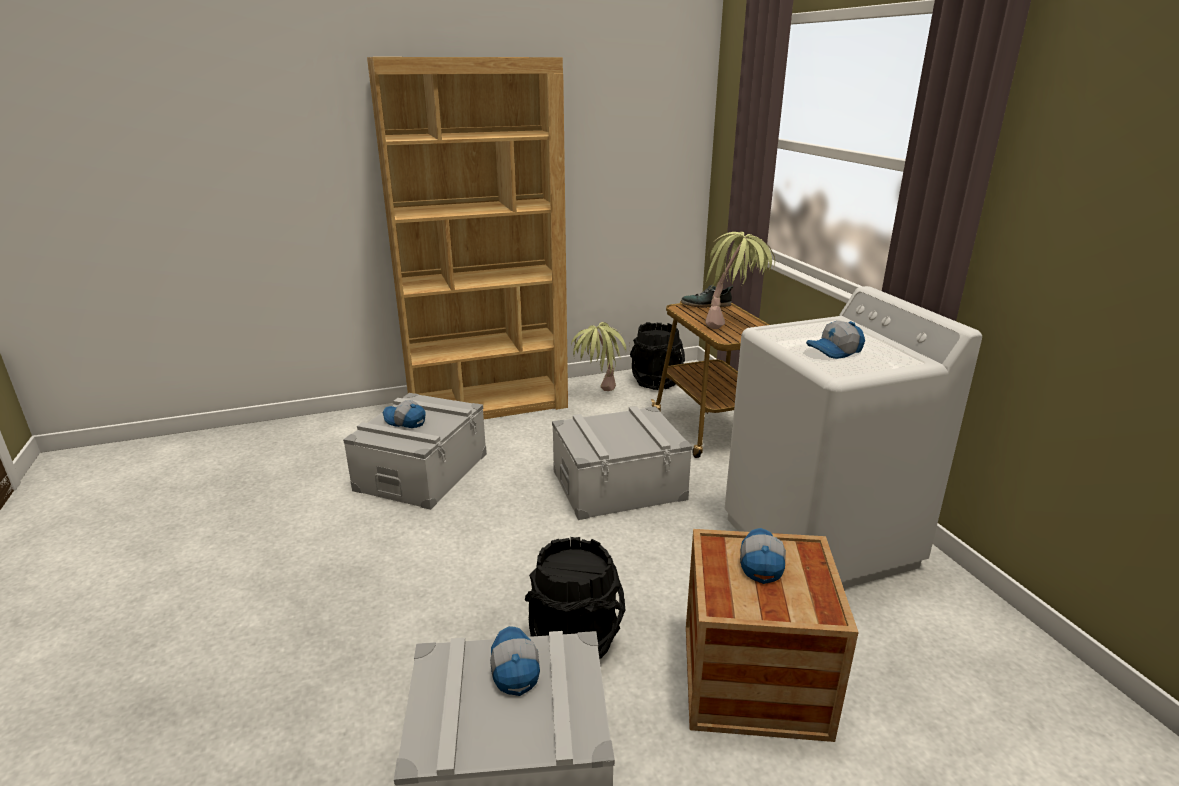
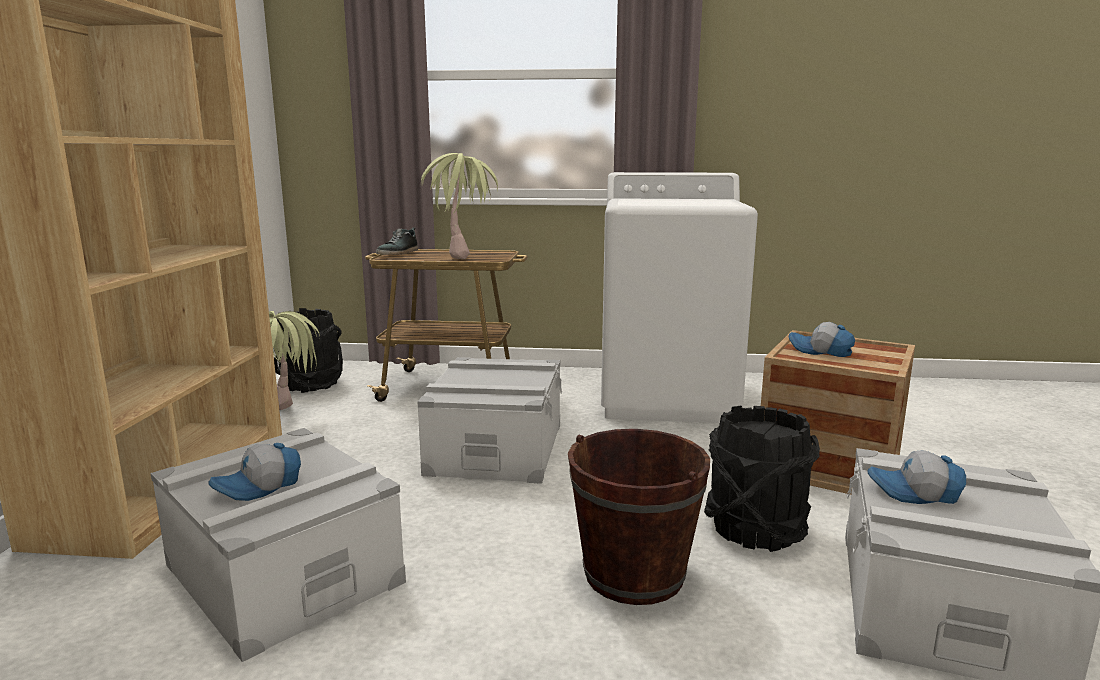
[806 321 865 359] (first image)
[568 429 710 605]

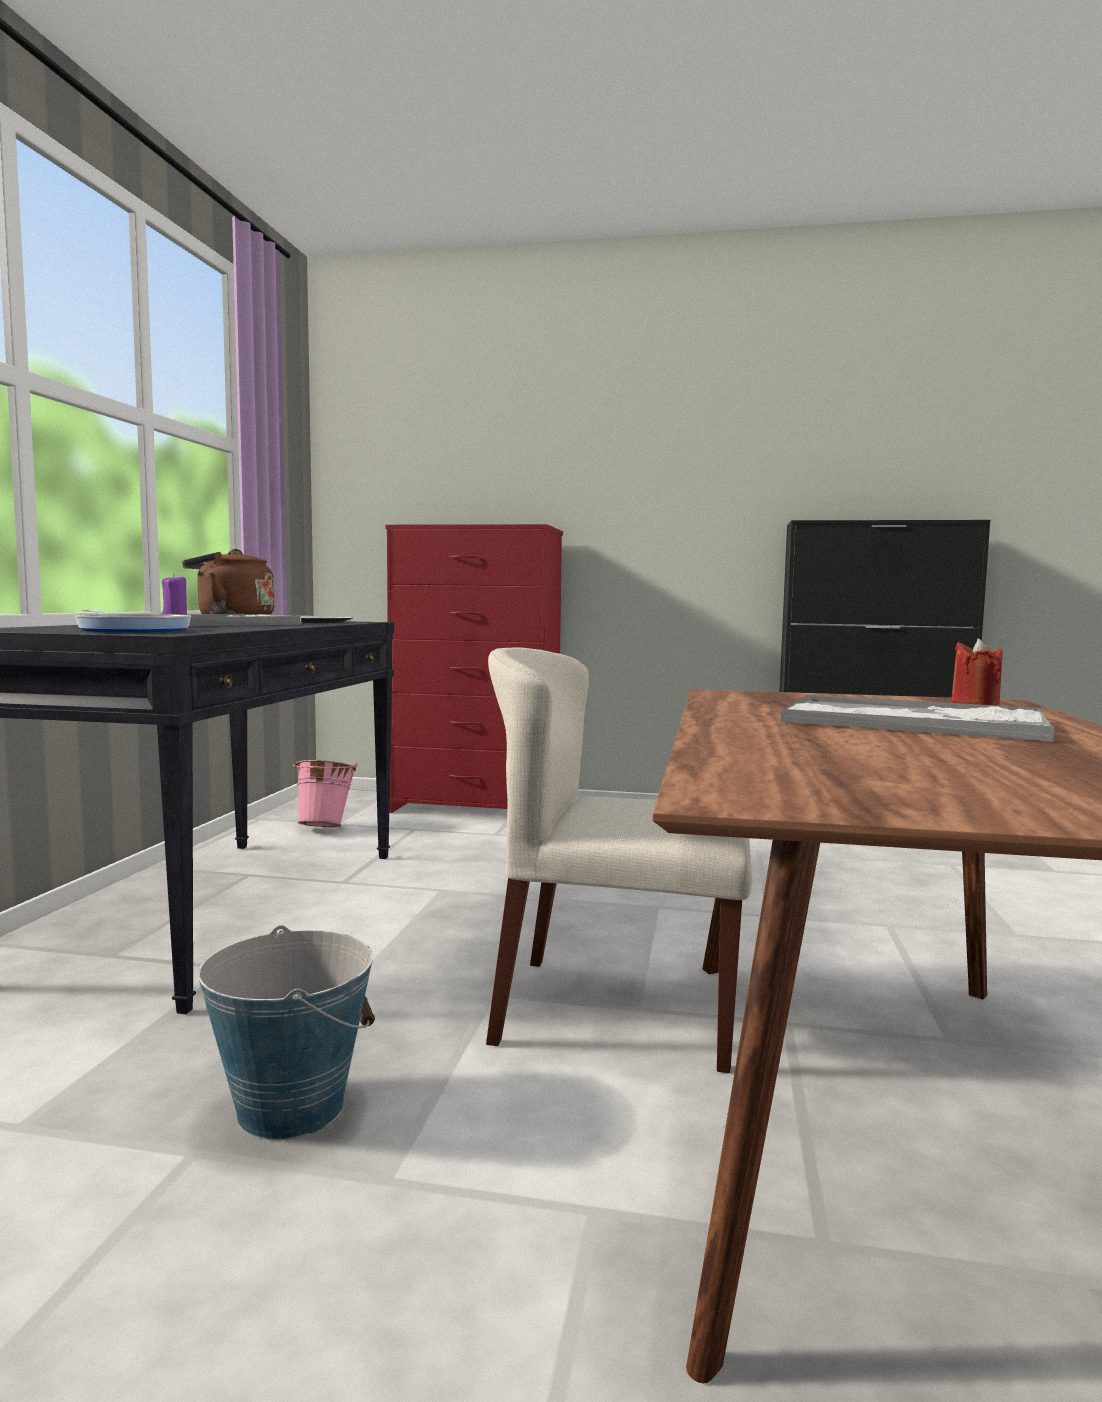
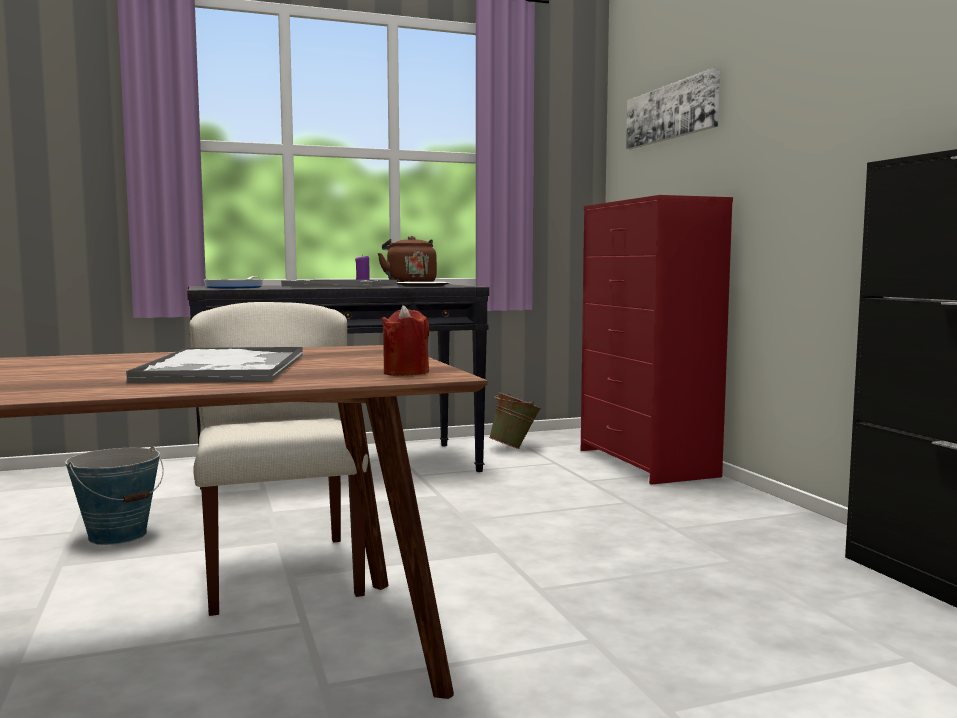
[626 68 720 149]
[489 392 542 449]

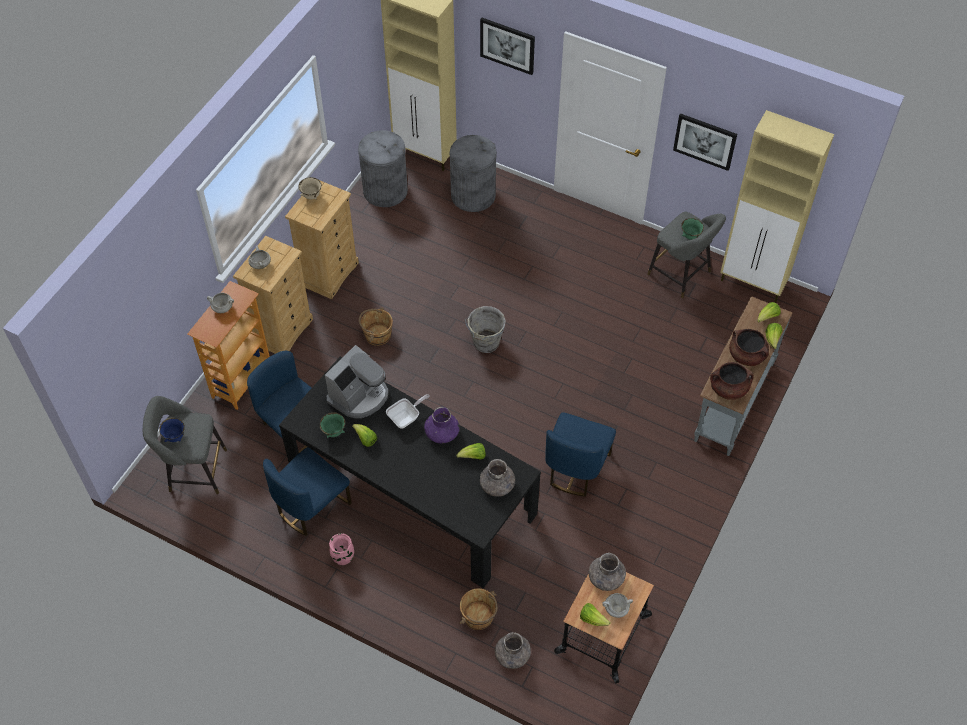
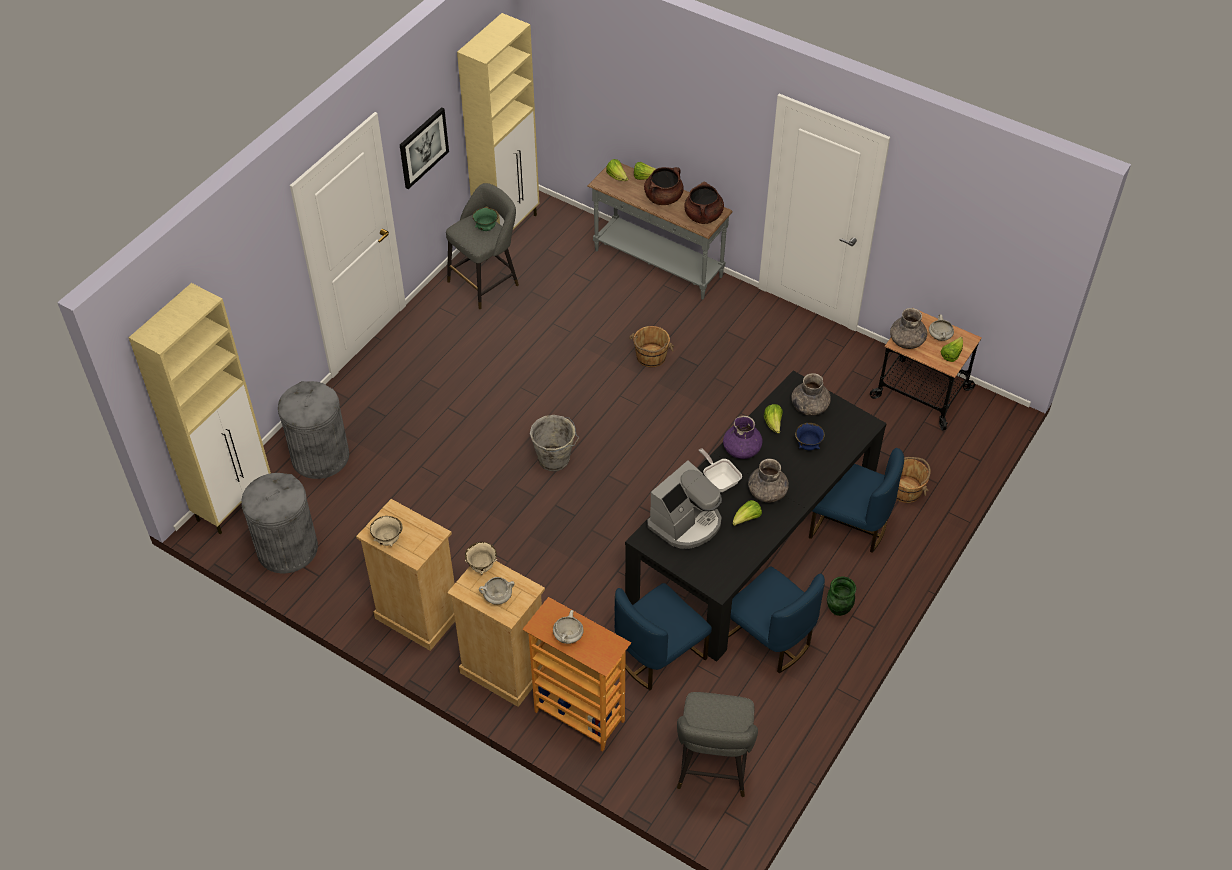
[320 412 345 438] (first image)
[480 18 535 75] (first image)
[465 542 497 575]
[795 423 825 450]
[629 326 674 367]
[748 459 789 503]
[809 448 904 553]
[827 576 856 616]
[647 460 722 549]

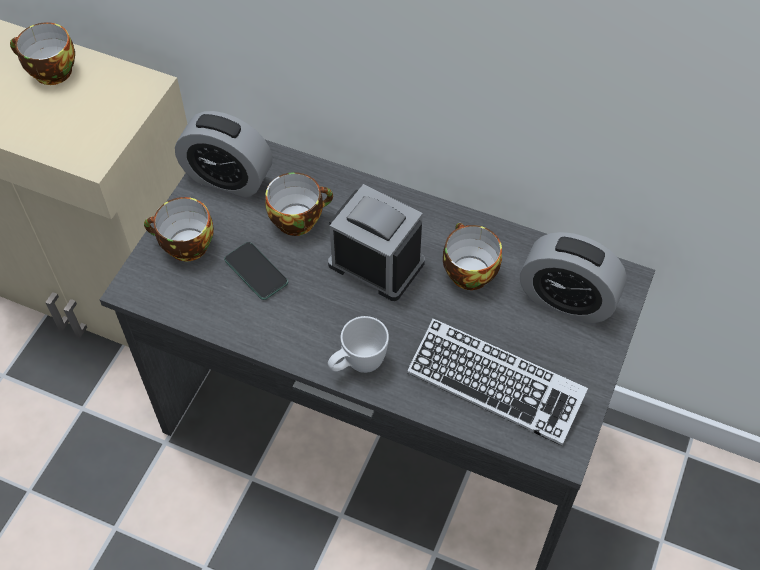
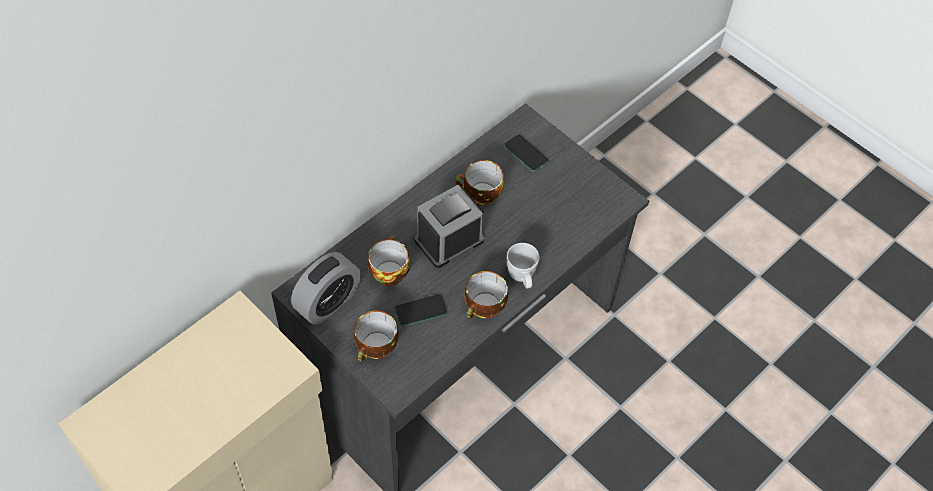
[407 318 588 446] (first image)
[465 271 508 318]
[503 134 549 172]

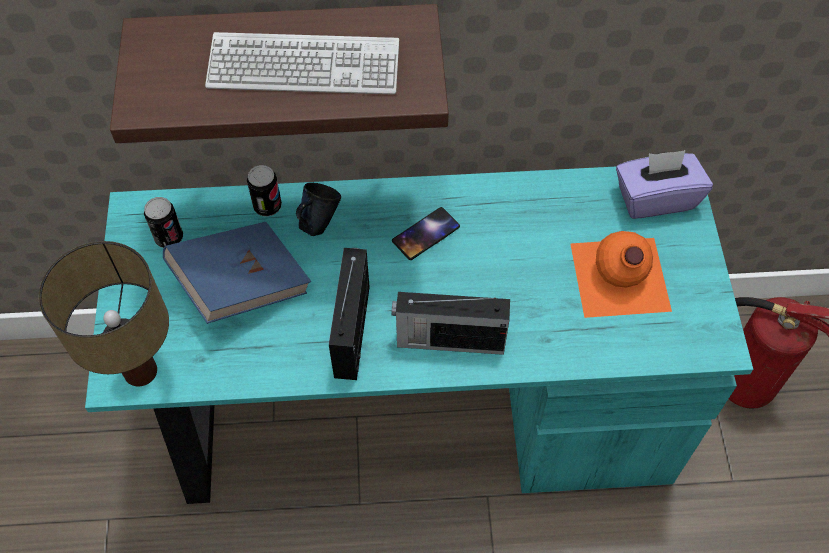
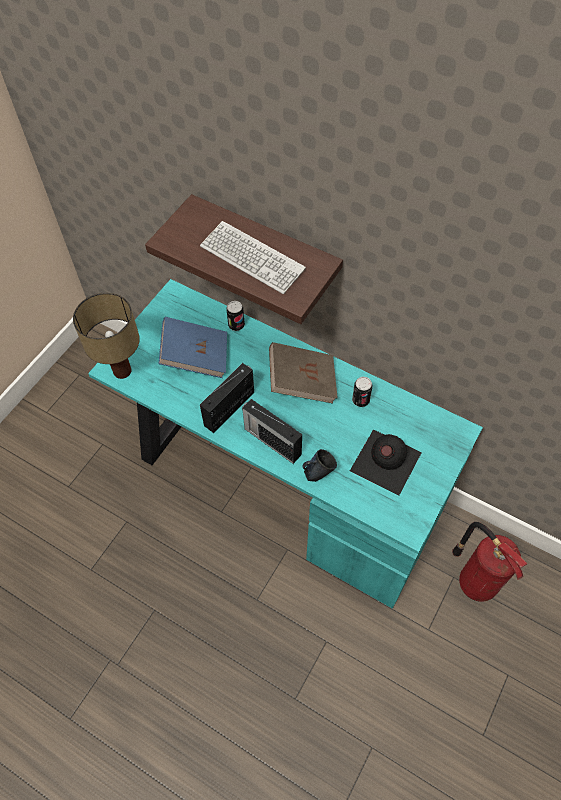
[616 150 713 219] (first image)
[352 377 373 407]
[302 449 337 482]
[269 342 338 404]
[350 429 422 495]

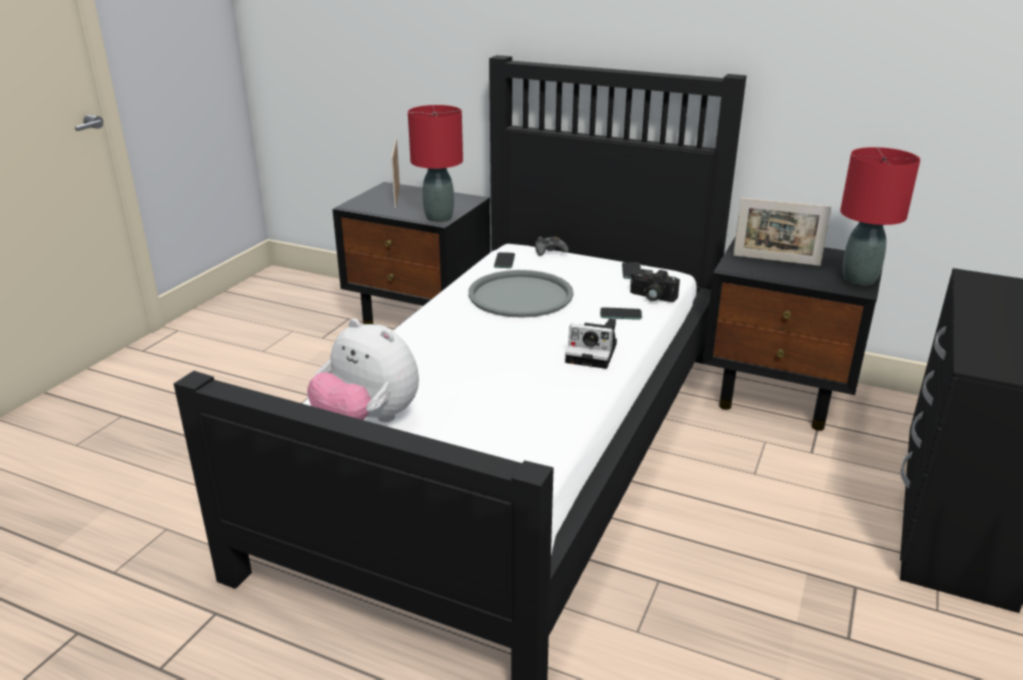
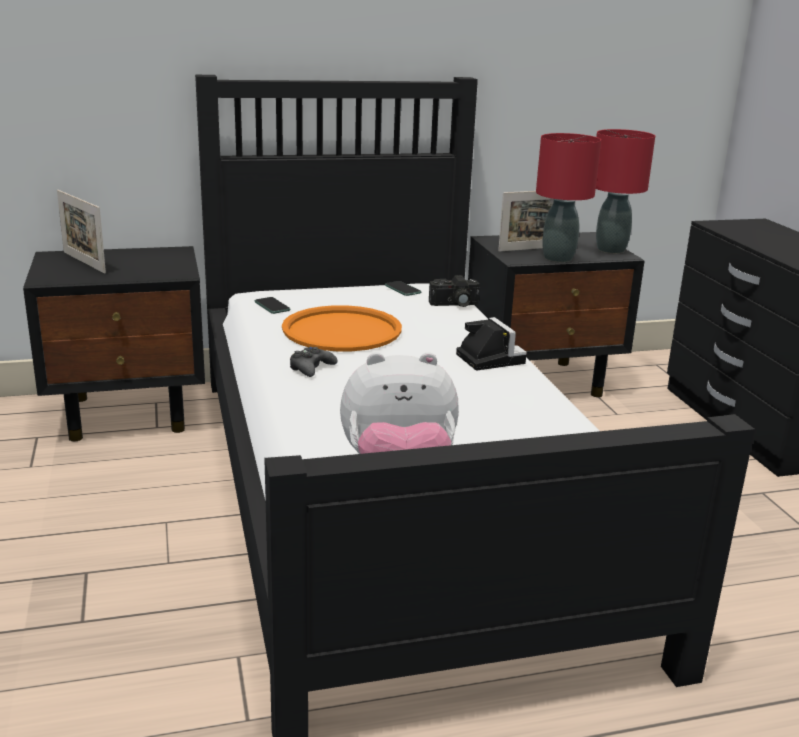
[600 307 642 320] (first image)
[536 133 601 262]
[290 347 337 377]
[282 305 402 351]
[456 317 527 371]

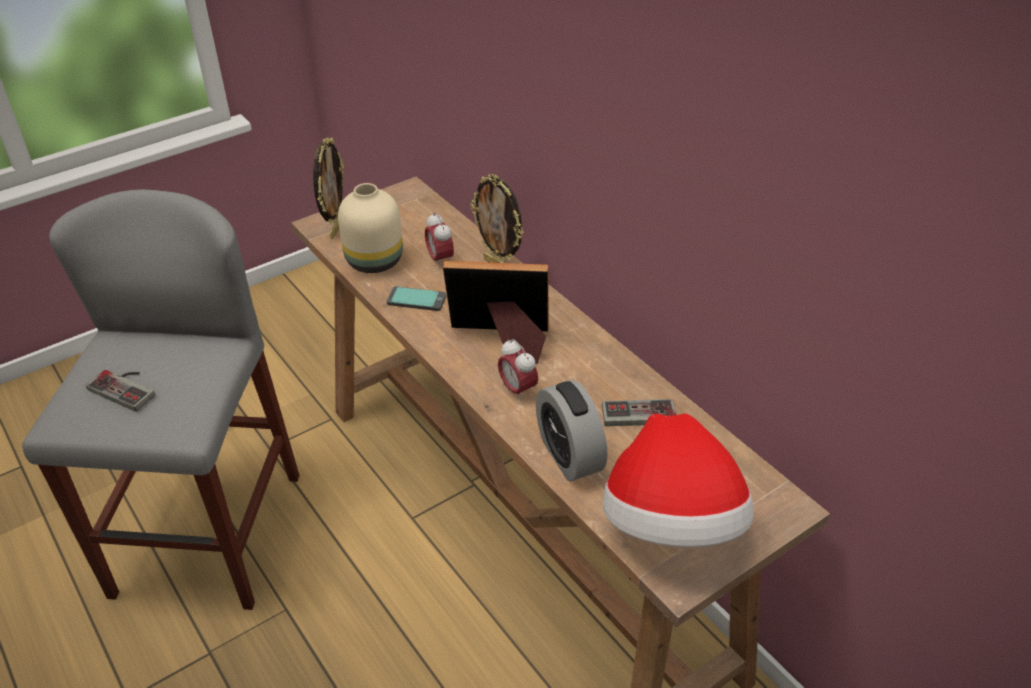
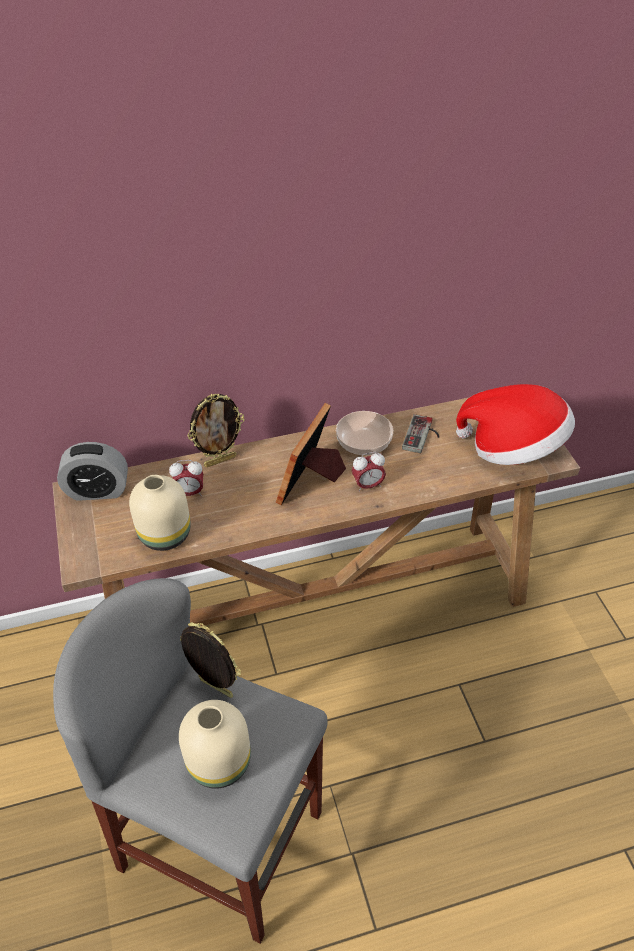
[387 286 446 311] (first image)
[336 411 393 455]
[180 622 241 698]
[57 442 128 501]
[179 700 251 789]

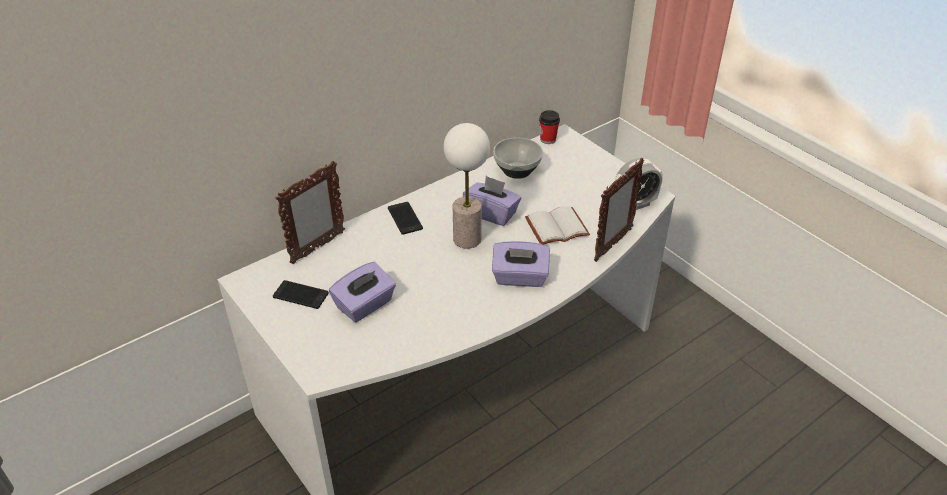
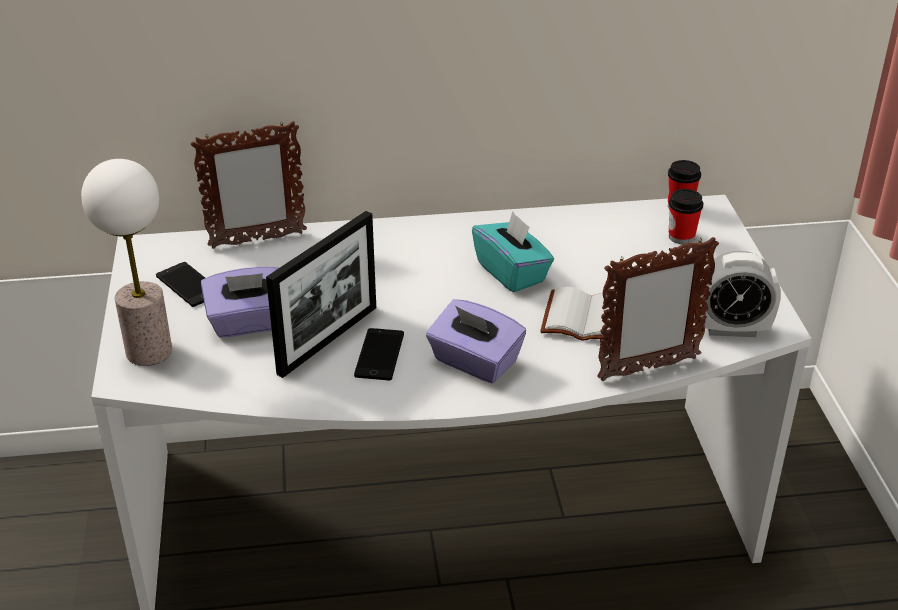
[493 137 543 179] (first image)
[266 211 376 378]
[669 189 703 244]
[354 328 404 380]
[81 159 172 366]
[472 211 554 292]

